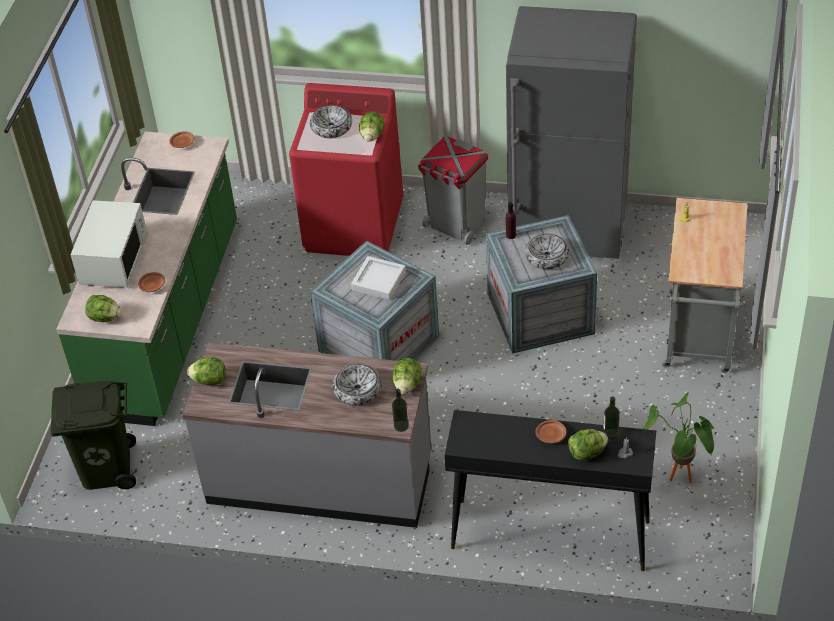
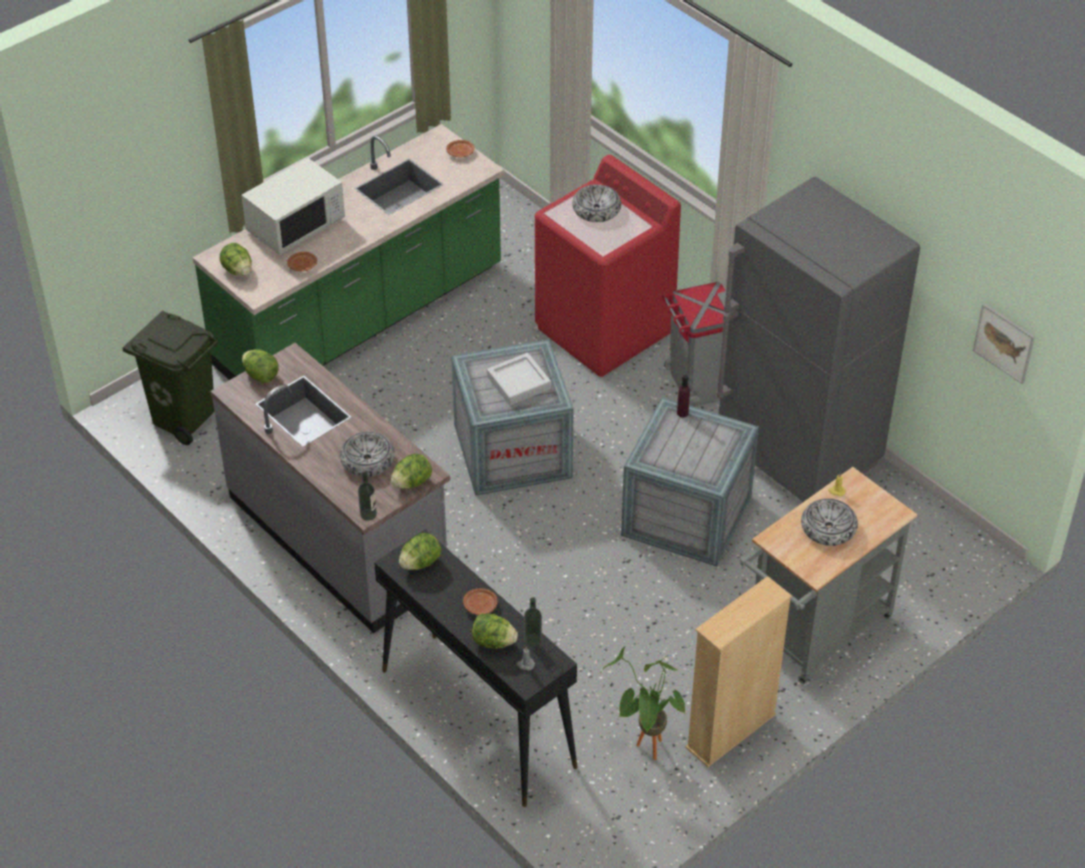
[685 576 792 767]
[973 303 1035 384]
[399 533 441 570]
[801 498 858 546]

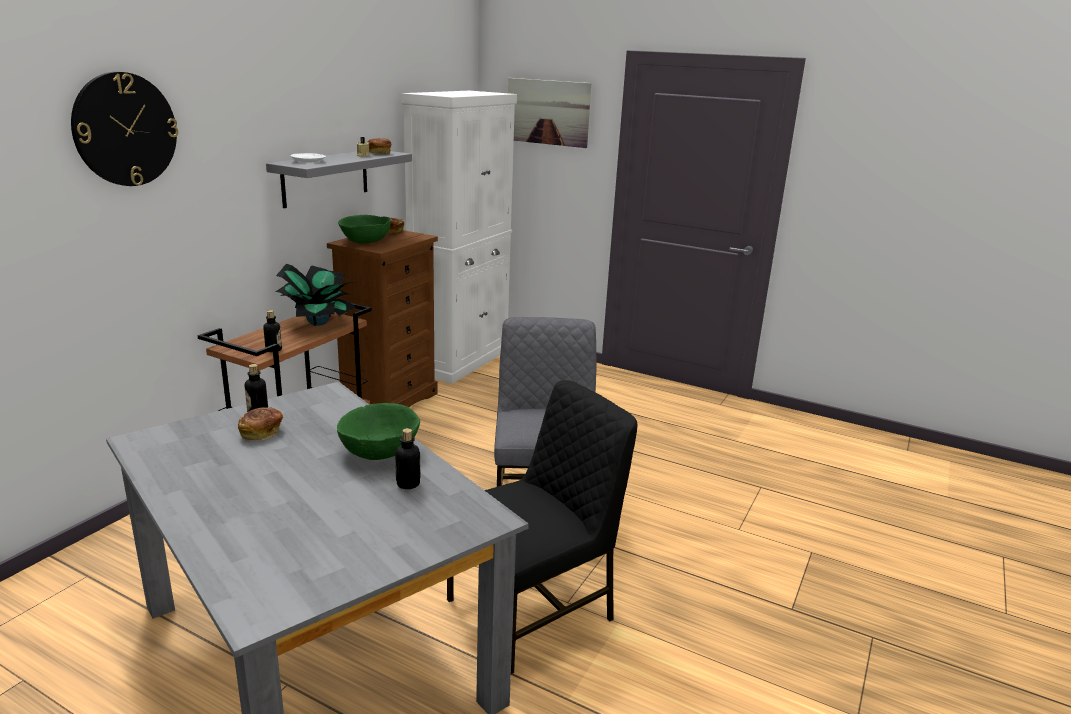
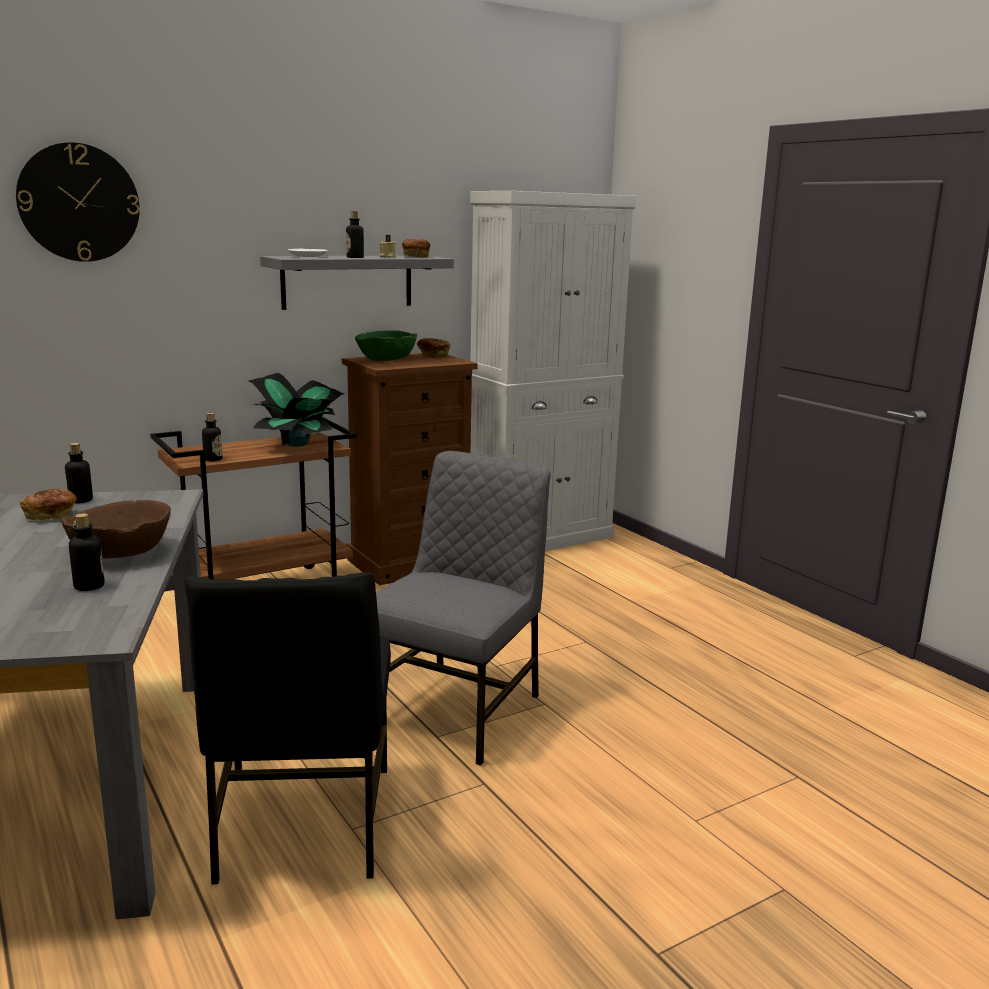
[508 78 591 148] (first image)
[346 211 364 258]
[61 500 171 559]
[184 572 391 885]

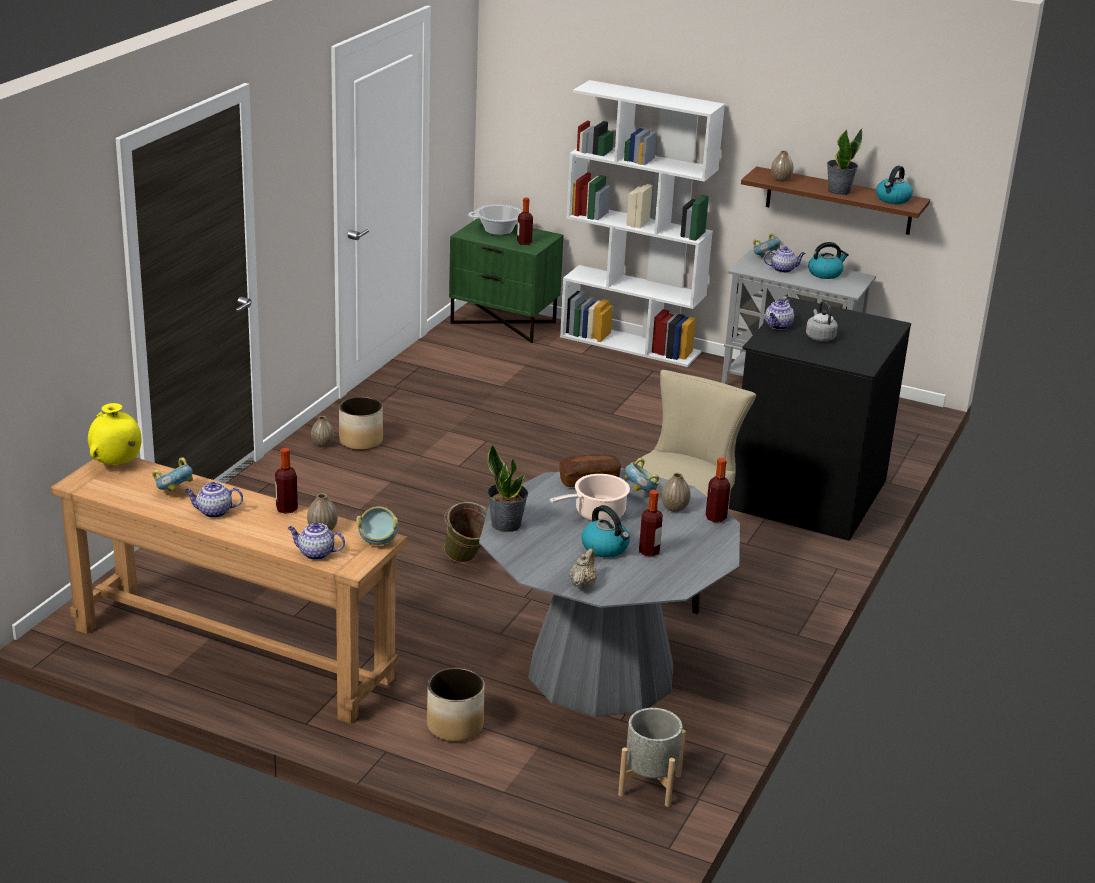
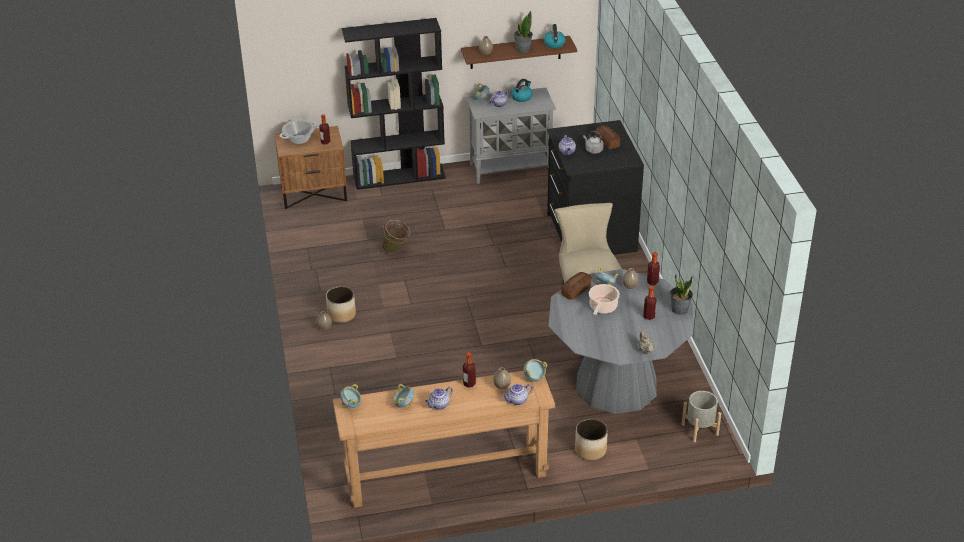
[581 505 630 558] (first image)
[595 125 620 149]
[381 220 410 254]
[670 275 693 315]
[340 384 362 408]
[274 126 347 209]
[342 18 446 190]

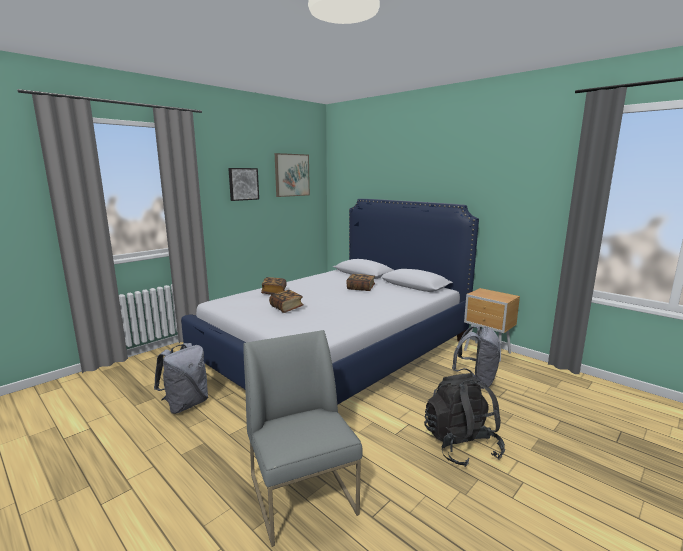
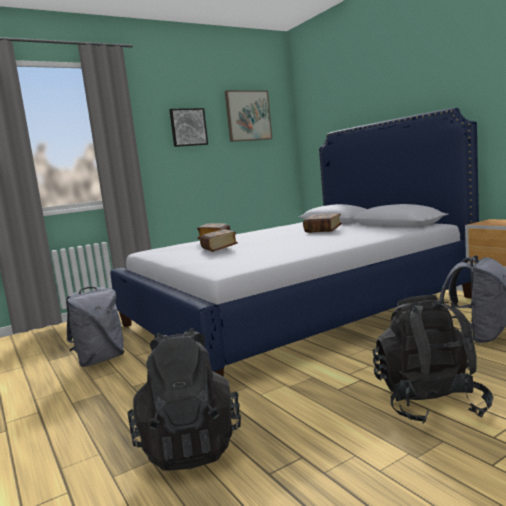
[127 328 241 471]

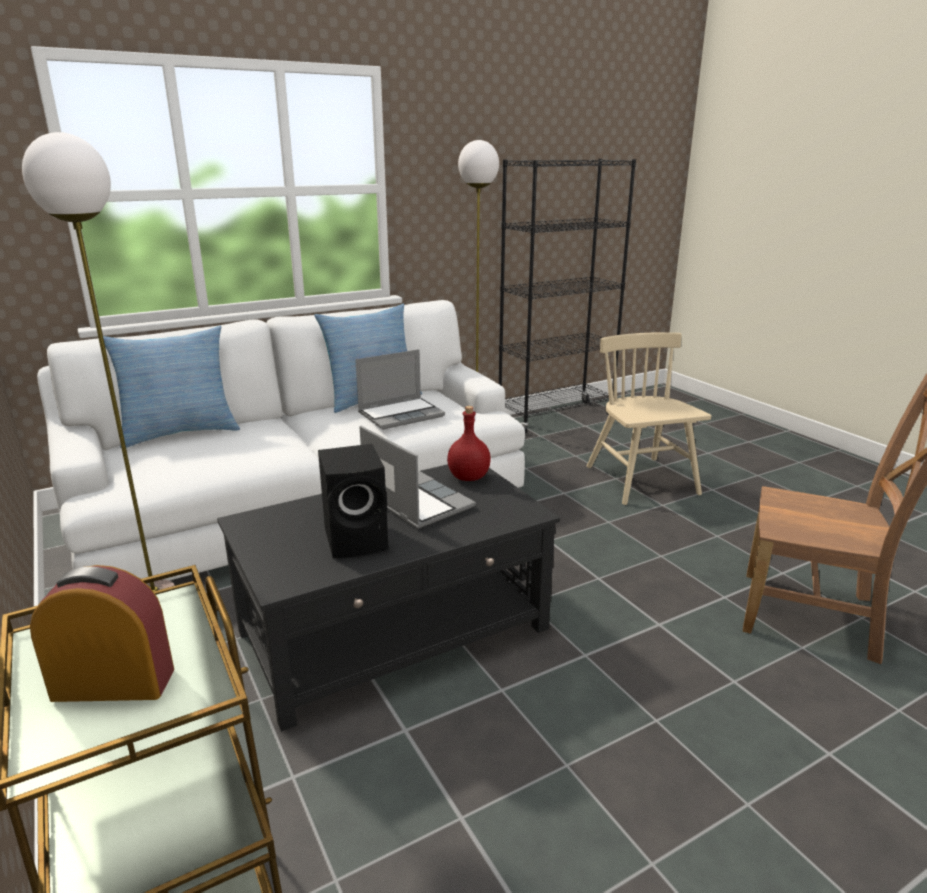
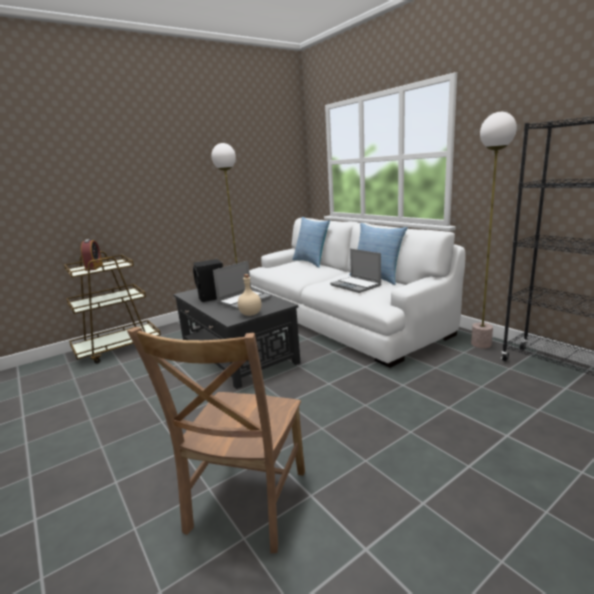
[447 406 491 481] (first image)
[586 332 711 505] (first image)
[238 274 262 316]

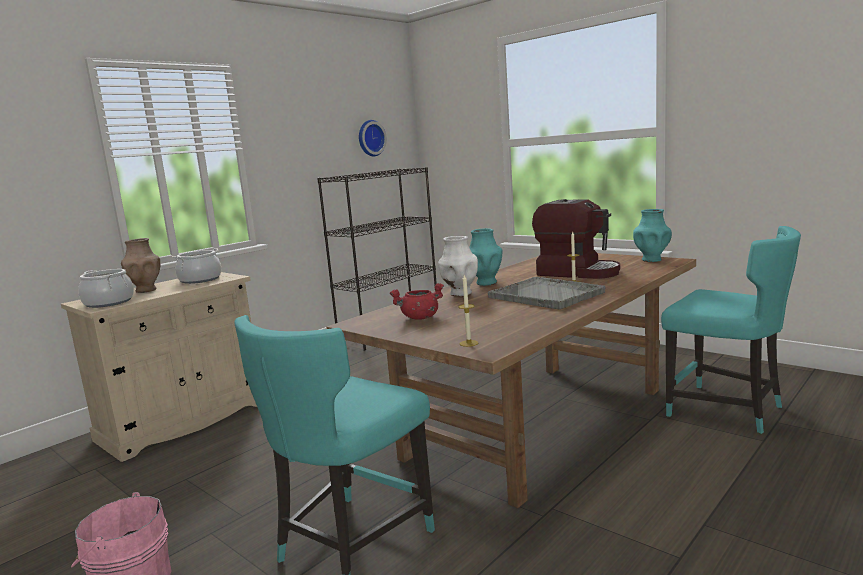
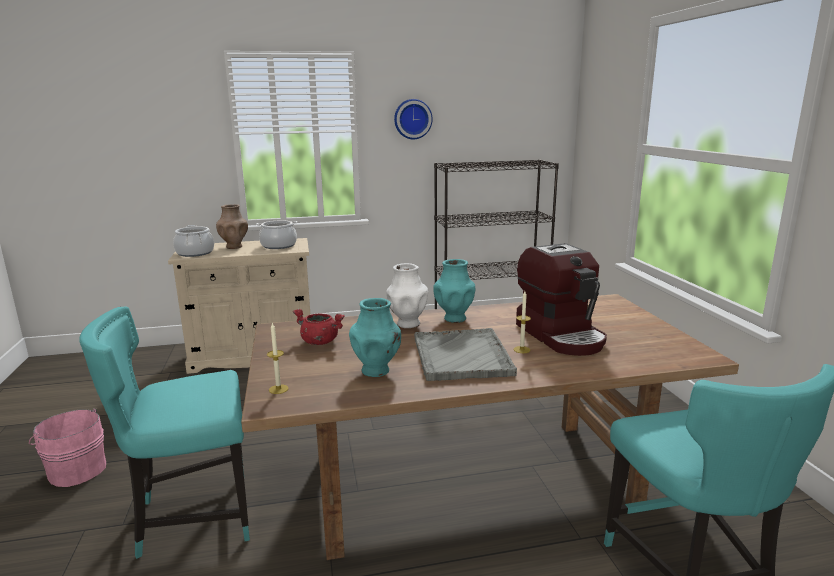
[394 99 433 139]
[349 298 401 377]

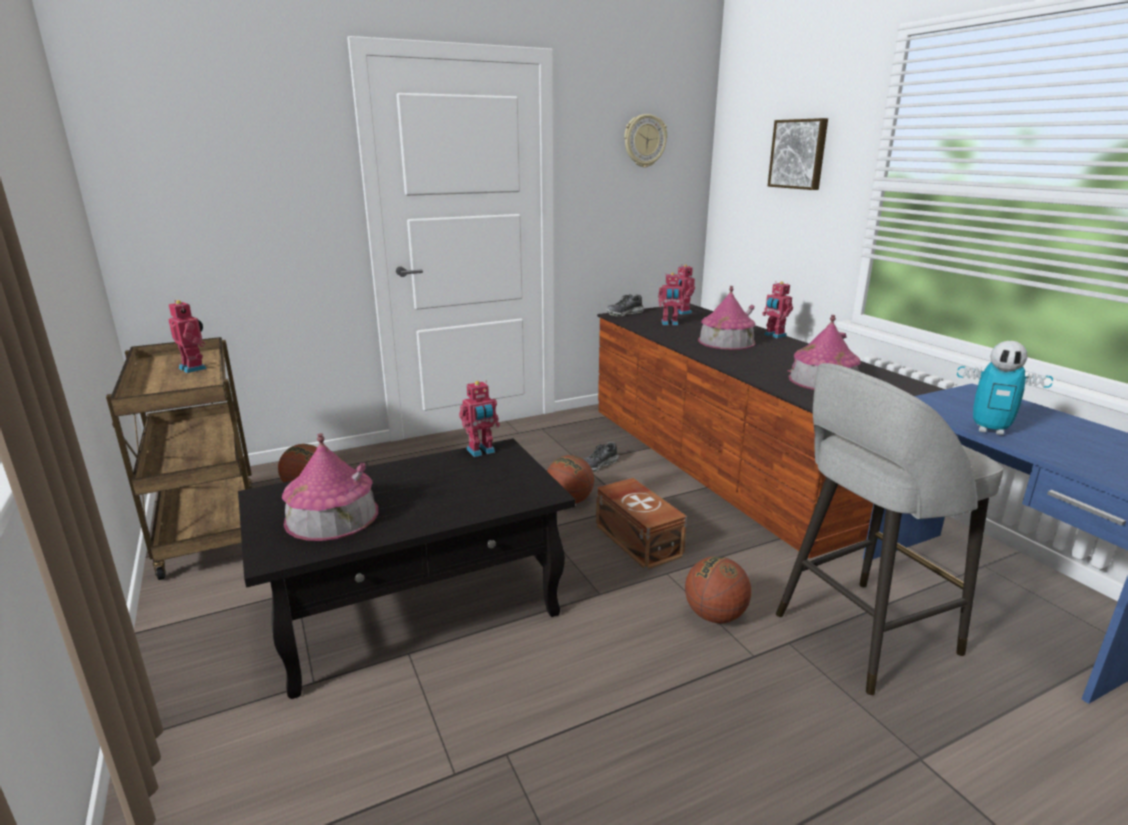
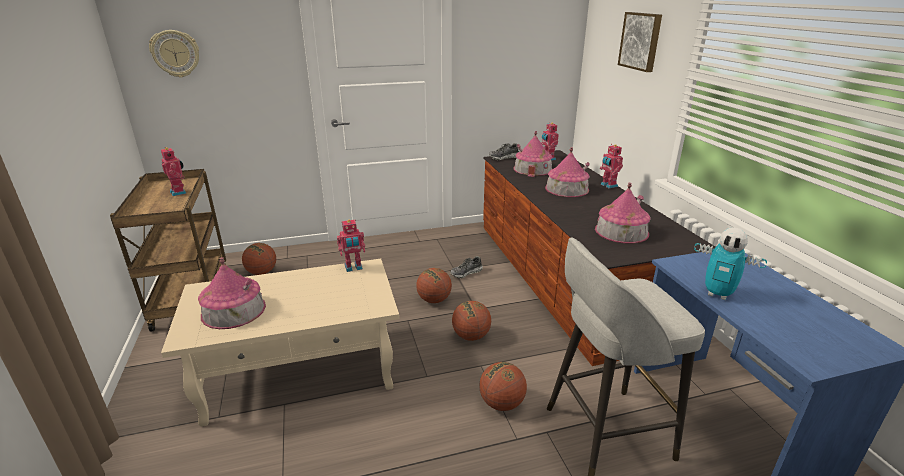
[149 30 199 78]
[452 301 491 341]
[513 131 553 177]
[161 259 399 427]

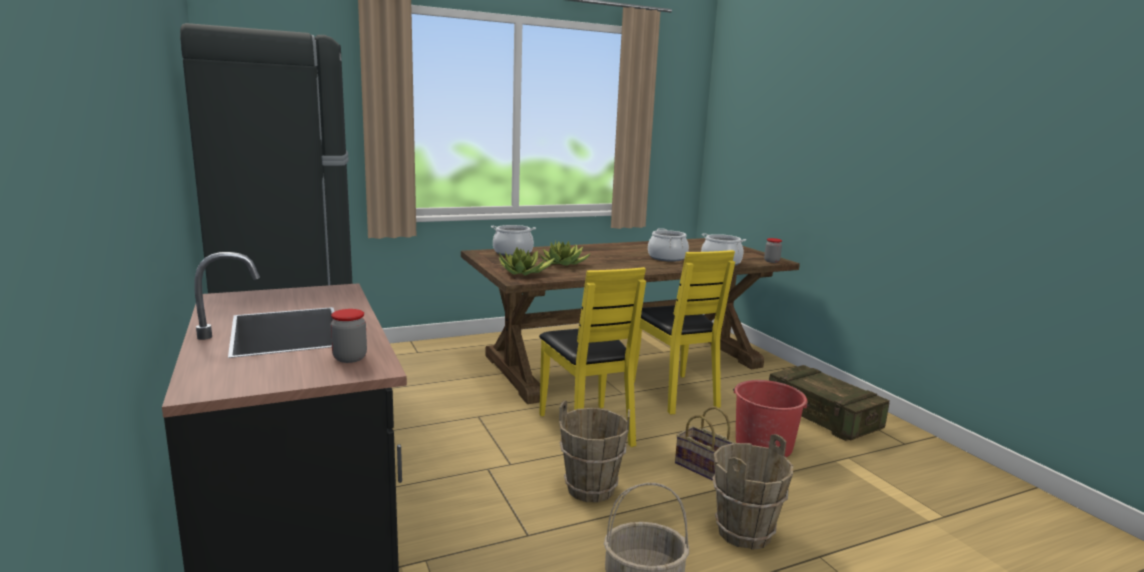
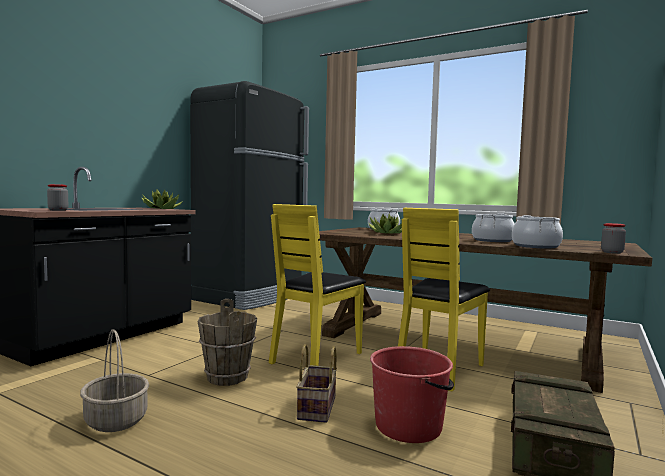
[712 434 793 550] (first image)
[141 189 183 209]

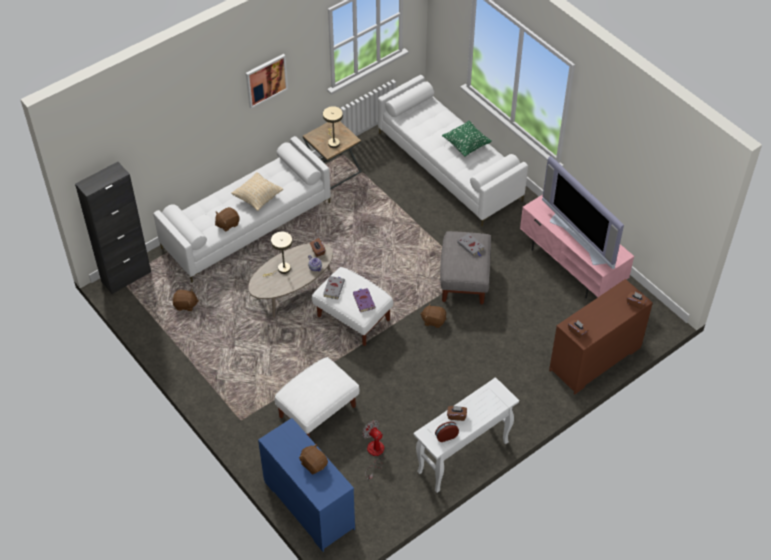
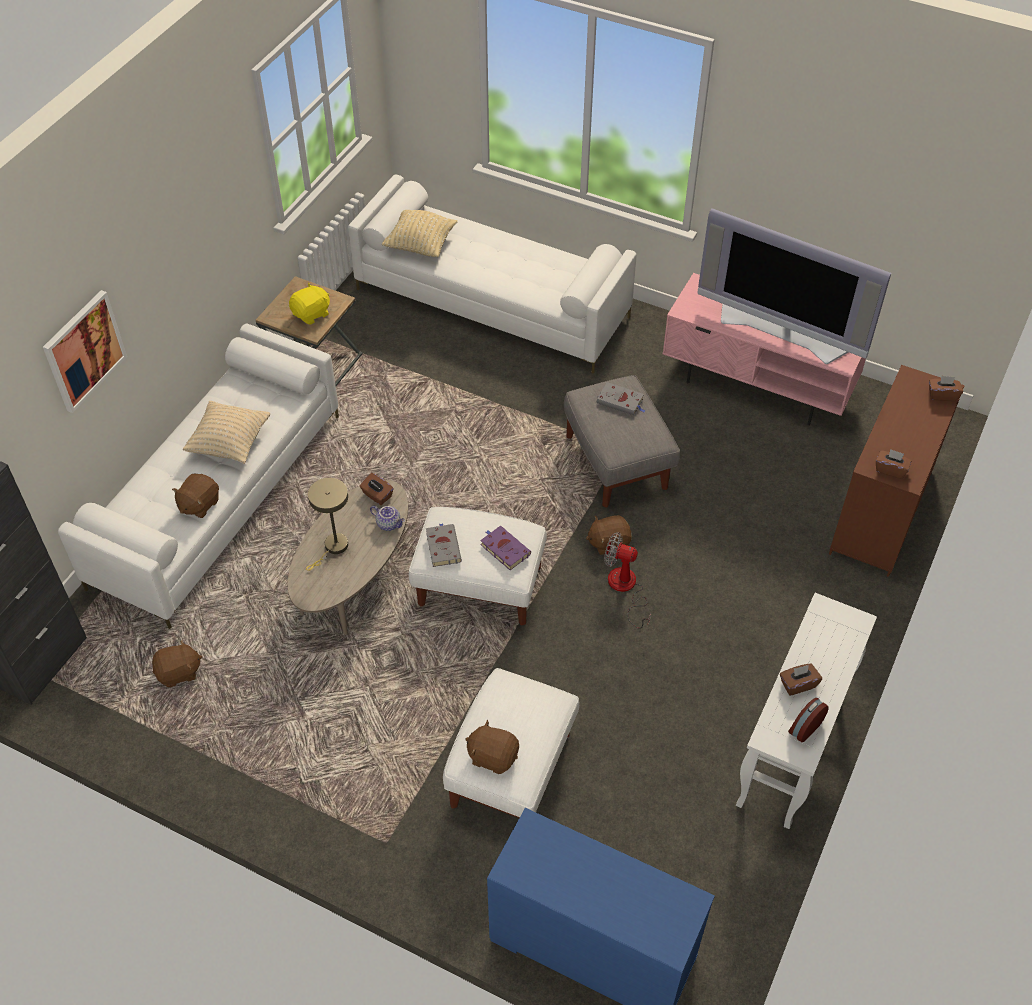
[442 121 492 157] (first image)
[382 210 458 257]
[43 290 127 413]
[465 720 519 774]
[604 532 651 629]
[289 283 330 325]

